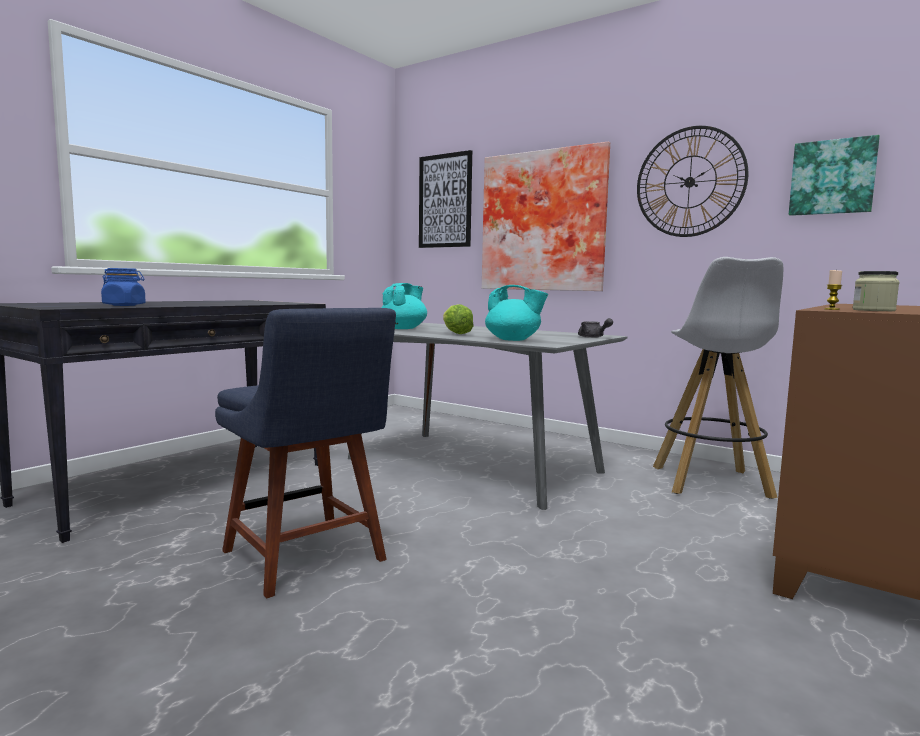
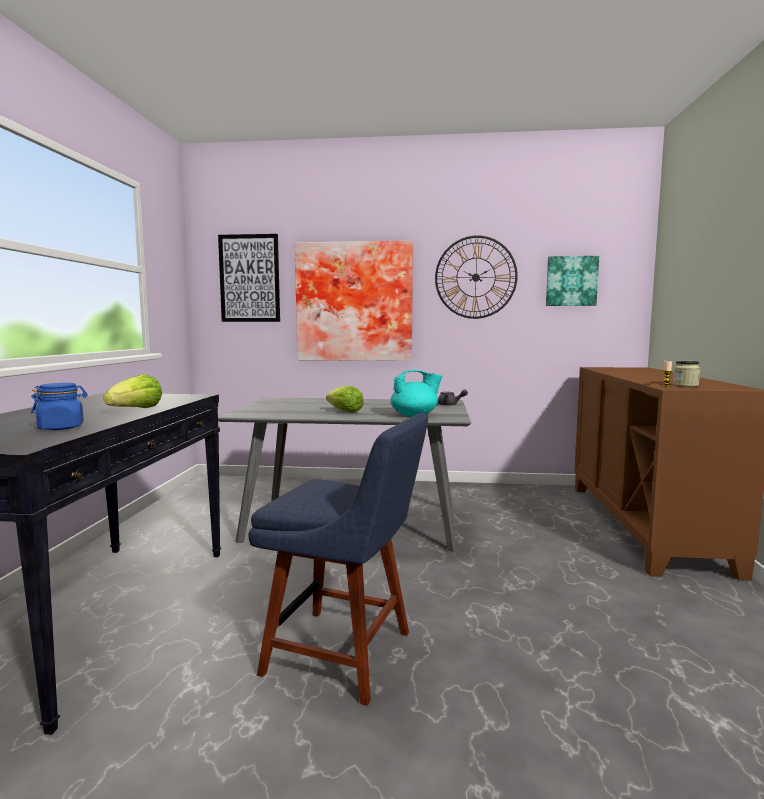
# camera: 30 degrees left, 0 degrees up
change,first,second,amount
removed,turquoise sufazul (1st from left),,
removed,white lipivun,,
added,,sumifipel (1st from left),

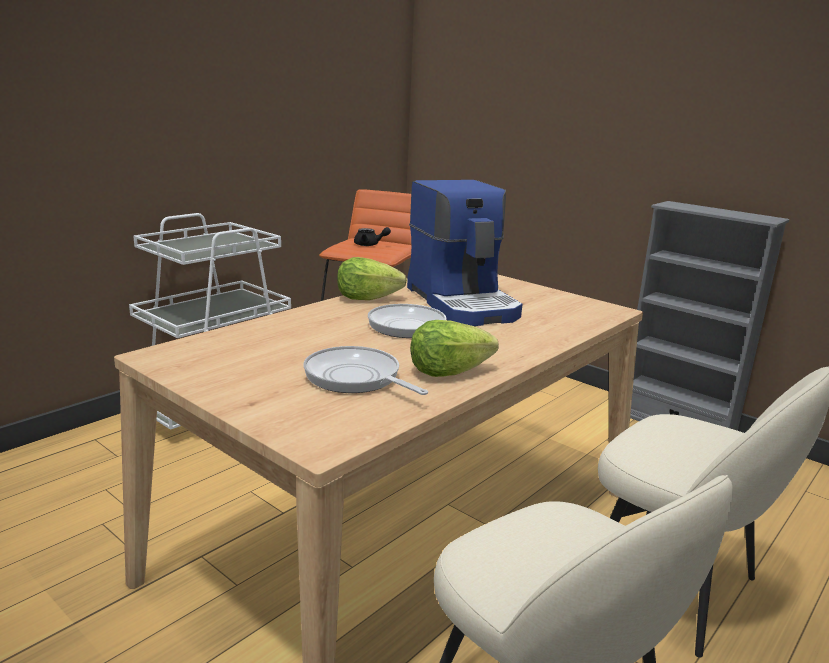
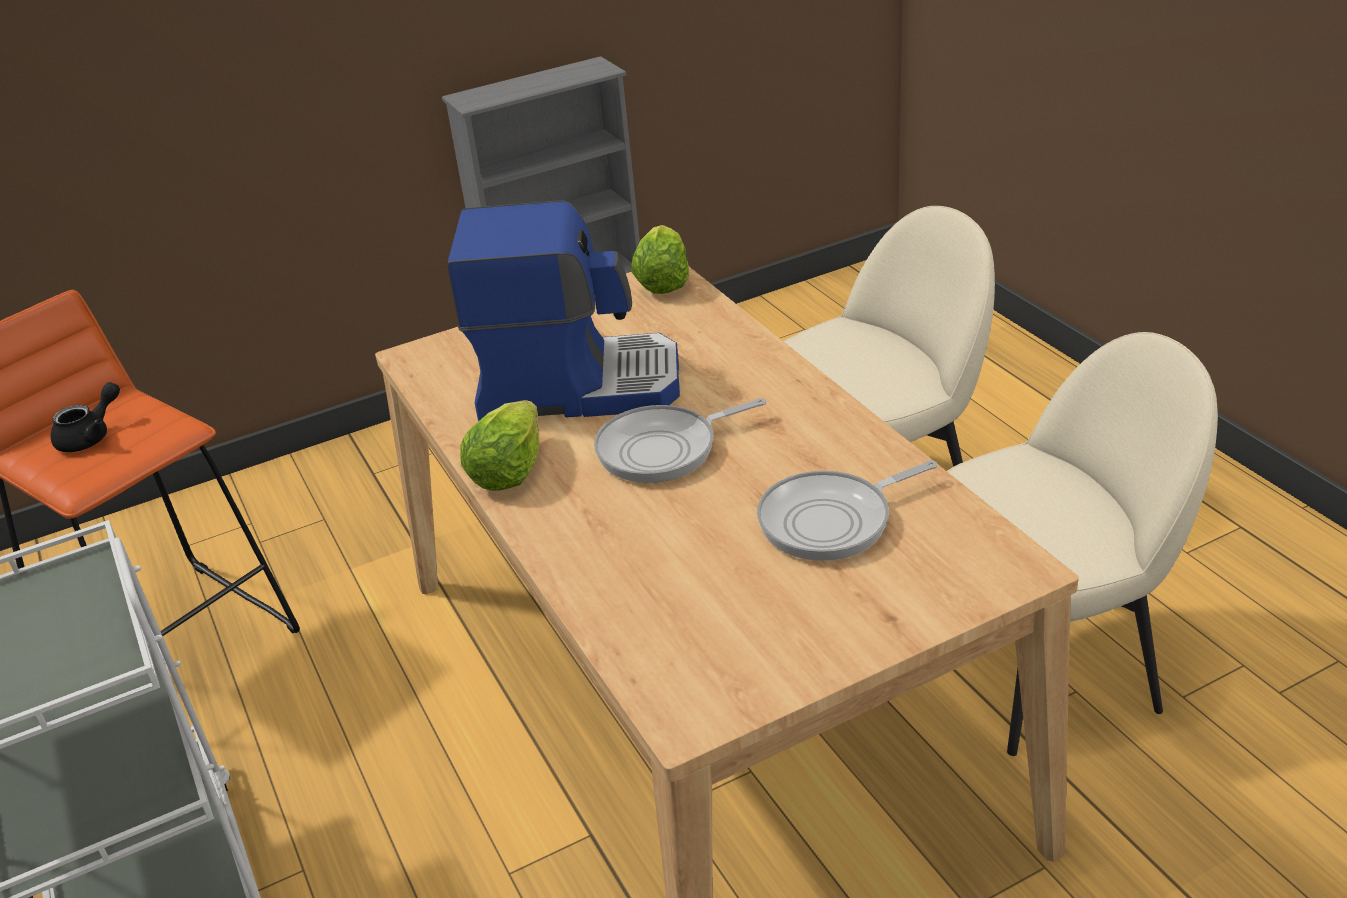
# camera: 65 degrees left, 15 degrees up
change,first,second,amount
moved,sumifipel (2nd from left),,

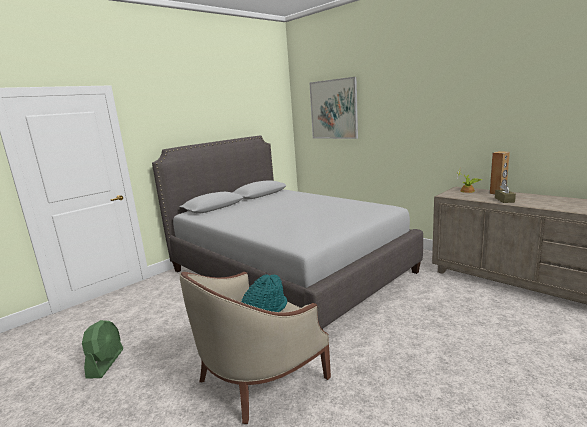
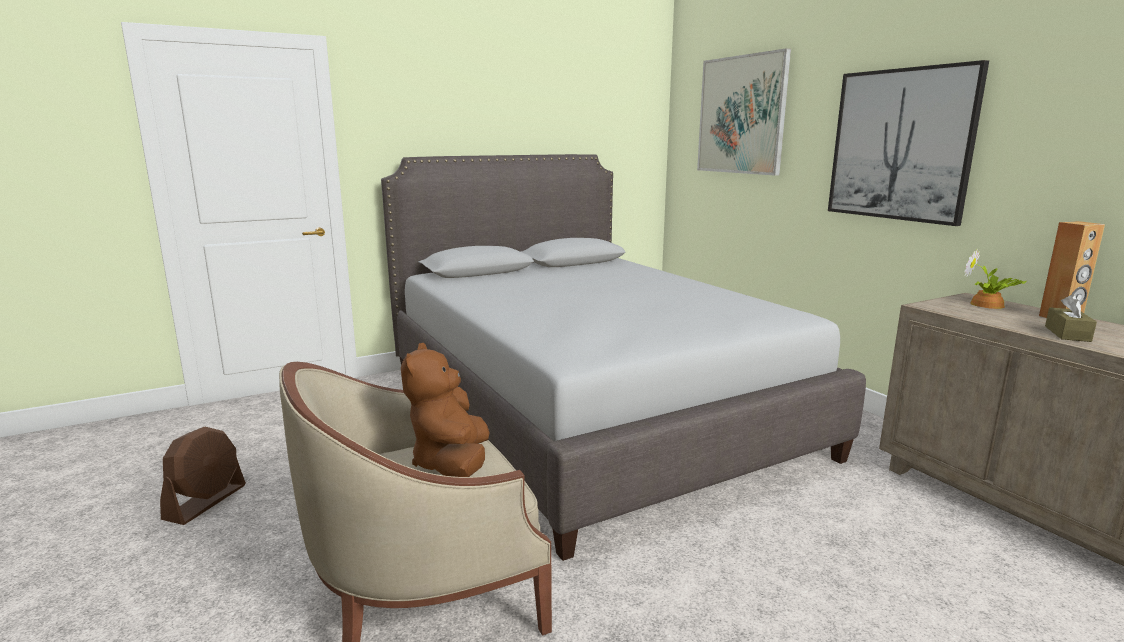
# camera: 15 degrees right, 0 degrees up
change,first,second,amount
added,,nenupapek (2nd from left),
replaced,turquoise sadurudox,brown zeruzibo,
recoloured,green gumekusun,brown gumekusun,

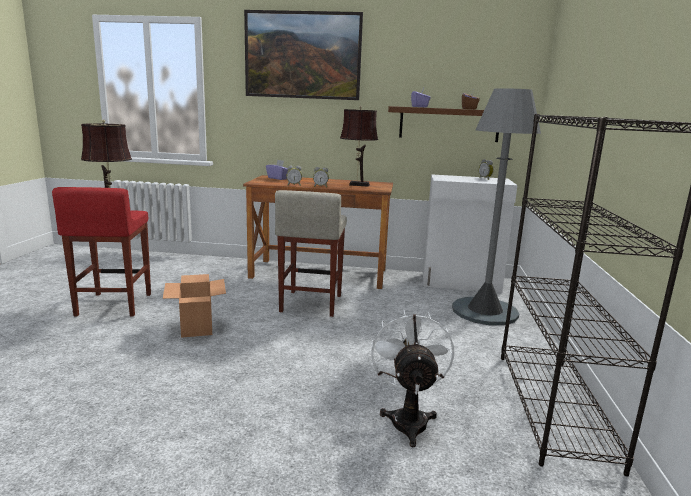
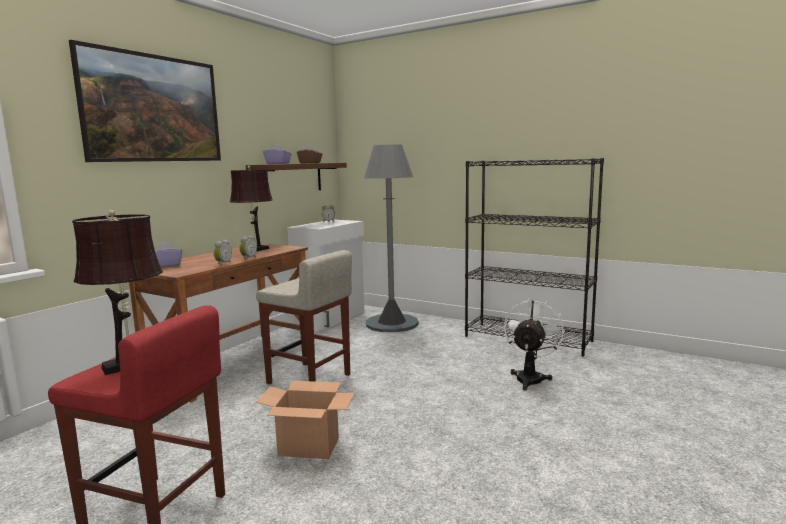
# camera: 65 degrees left, 5 degrees down
change,first,second,amount
turned,white gumekusun,,90 degrees clockwise

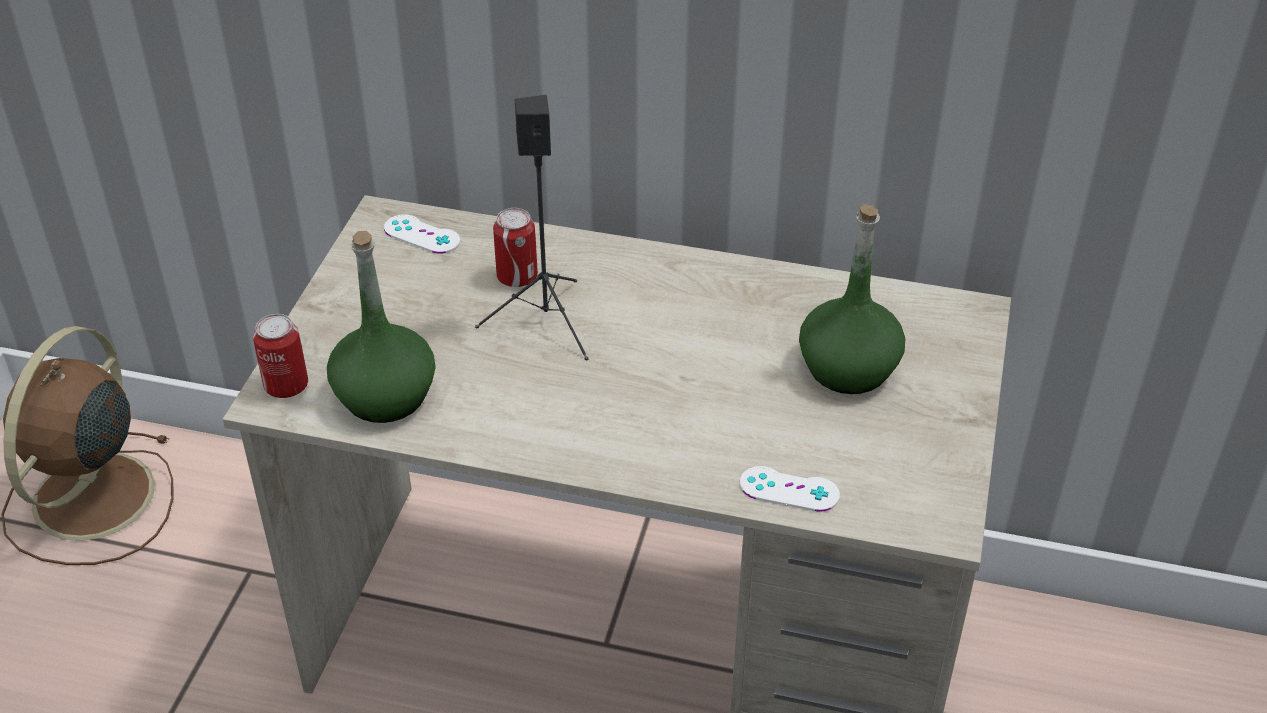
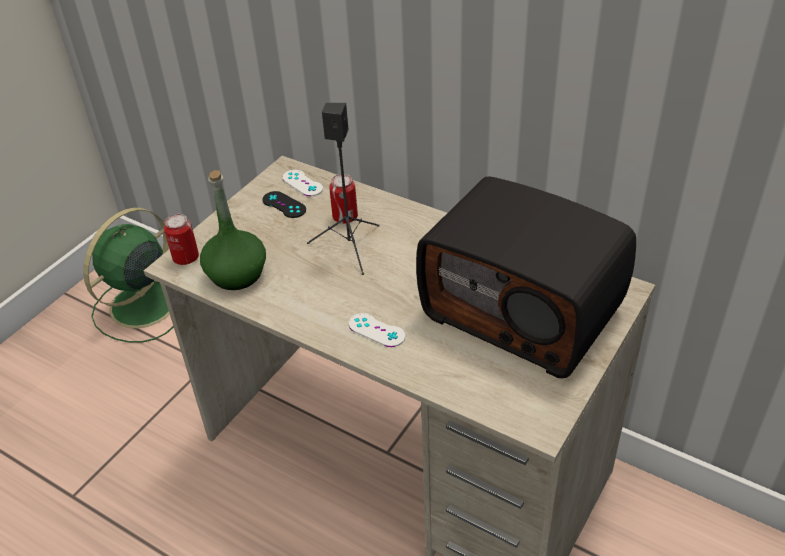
# camera: 20 degrees right, 0 degrees up
change,first,second,amount
added,,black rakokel,
moved,white rakokel (2nd from left),,
replaced,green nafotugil (2nd from left),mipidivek,
recoloured,brown gumekusun,green gumekusun,

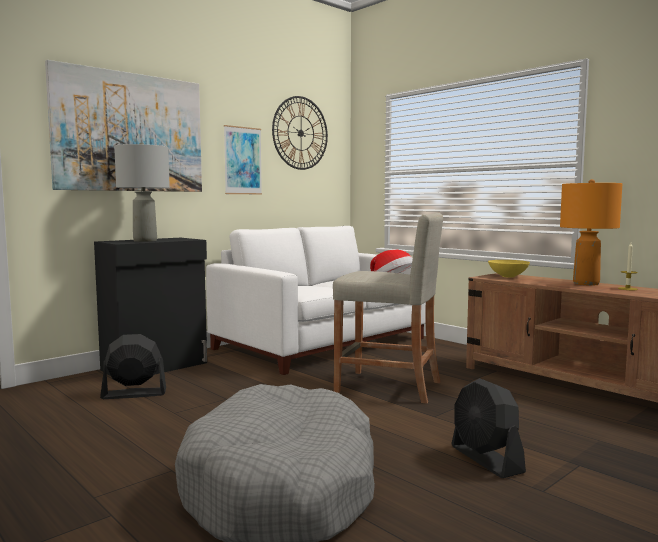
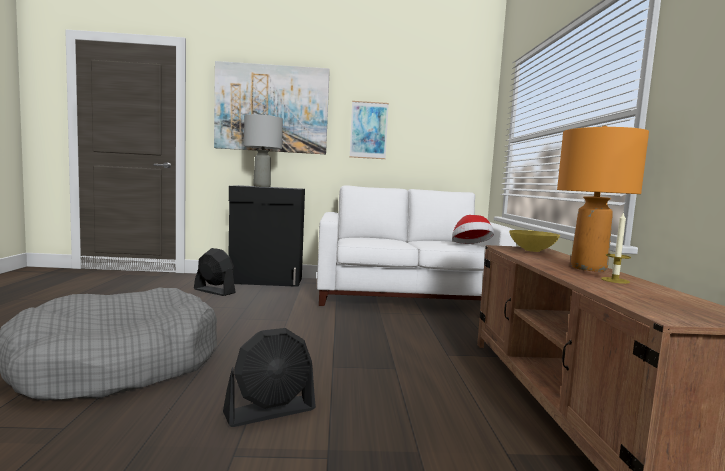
# camera: 40 degrees right, 0 degrees up
change,first,second,amount
removed,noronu,,
removed,beige lipivun,,
turned,black gumekusun (2nd from left),,135 degrees counterclockwise

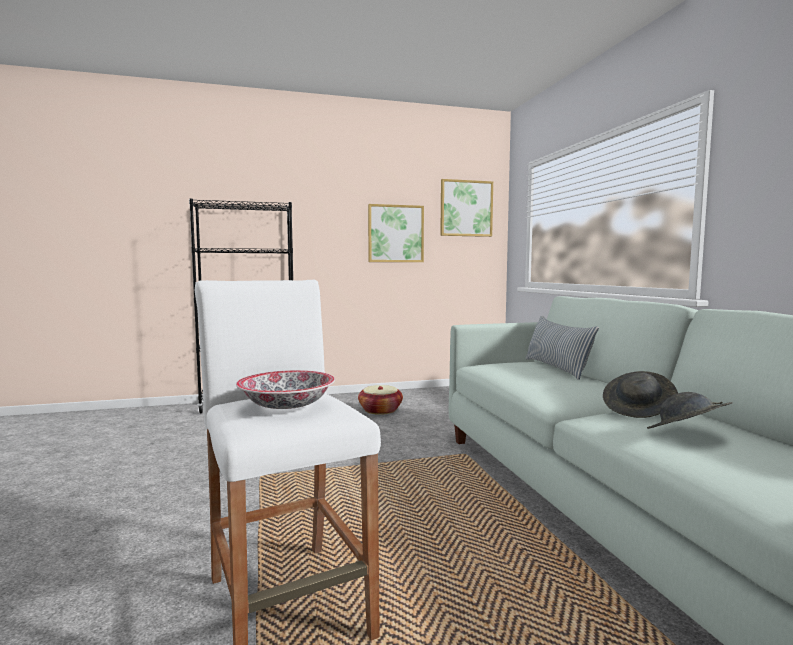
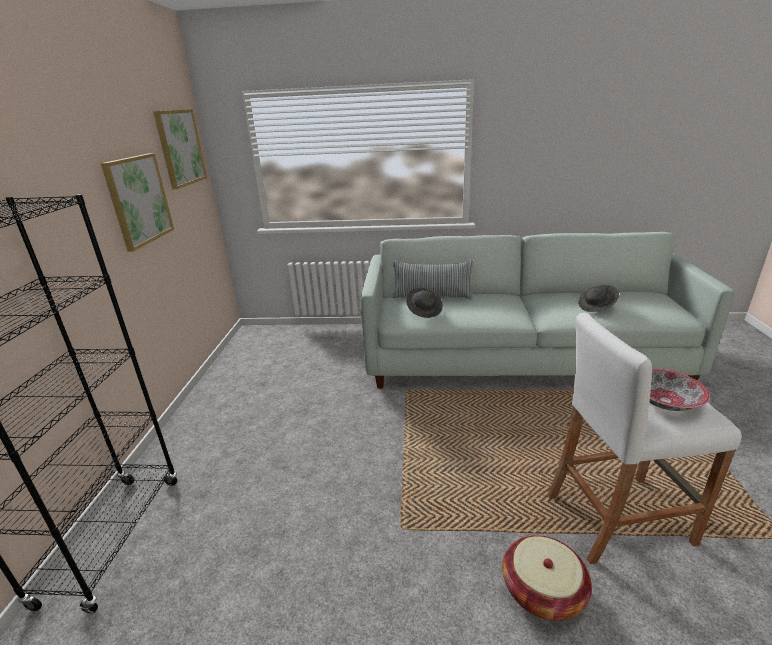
# camera: 70 degrees left, 20 degrees up
change,first,second,amount
moved,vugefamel,,
moved,grey sadurudox (1st from left),,

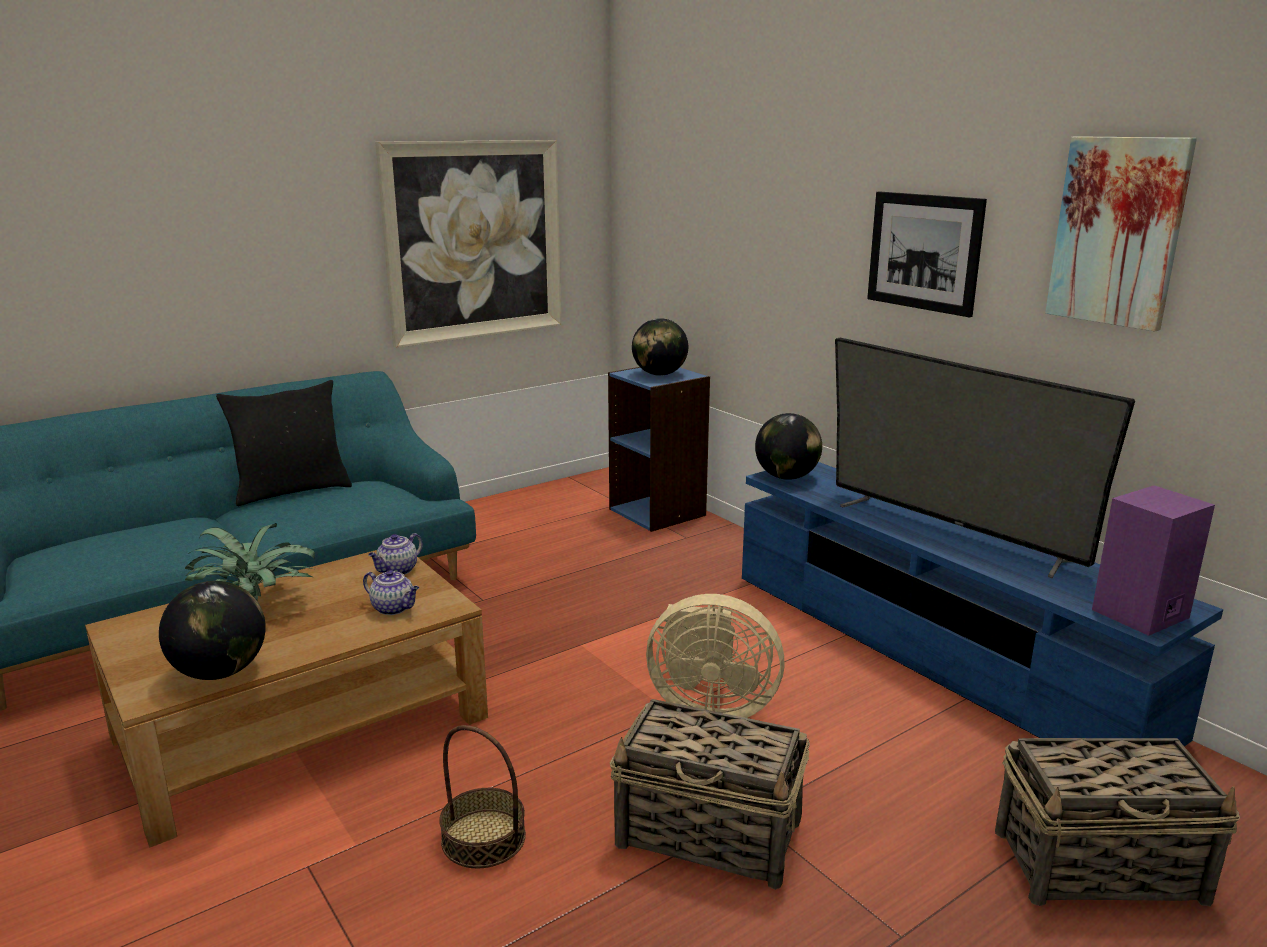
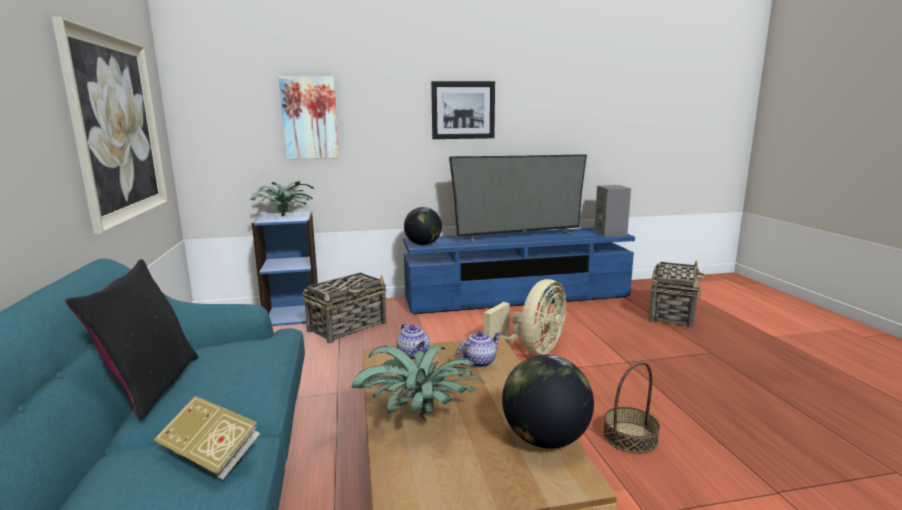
# camera: 65 degrees left, 5 degrees down
change,first,second,amount
added,,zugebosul,
moved,vugefamel (2nd from left in the first image),vugefamel (1st from left),
moved,nenupapek (3rd from left in the first image),nenupapek (2nd from left),
replaced,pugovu (2nd from left),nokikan (1st from left),
recoloured,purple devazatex,grey devazatex,

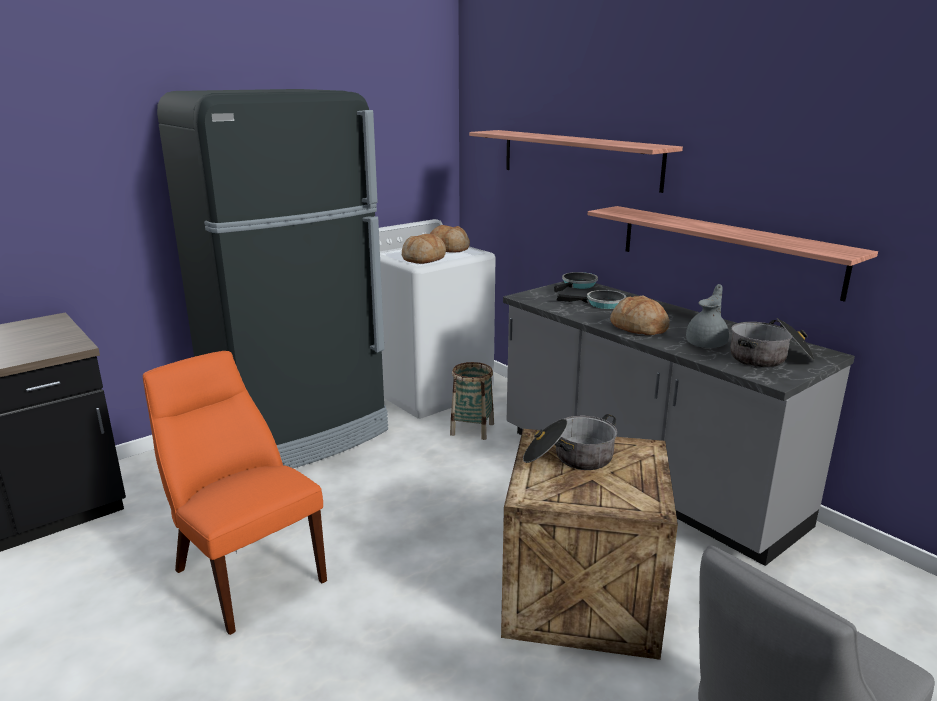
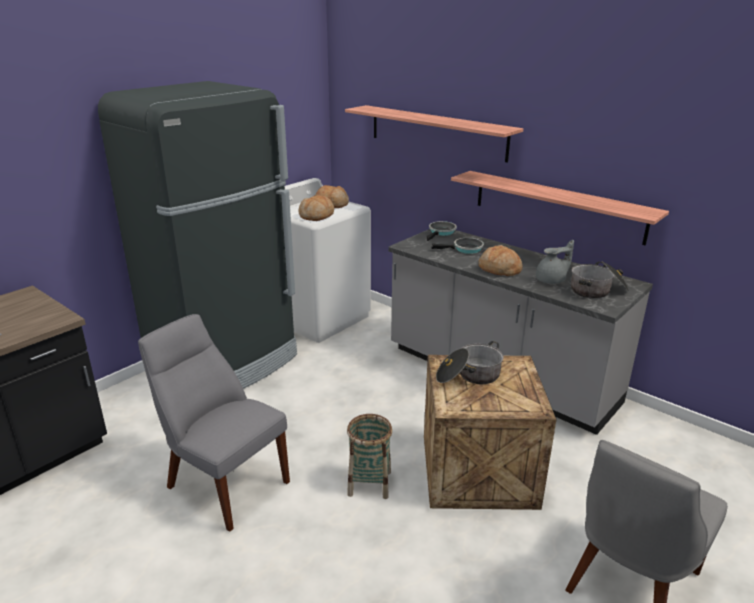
# camera: 10 degrees left, 5 degrees up
change,first,second,amount
moved,vugefamel,,
recoloured,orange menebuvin,grey menebuvin (1st from left),
turned,grey sufazul,,45 degrees clockwise

